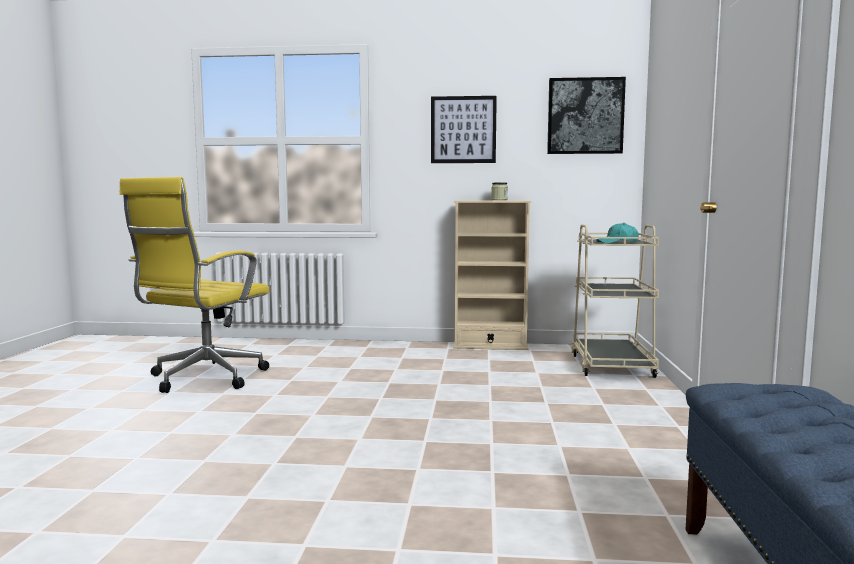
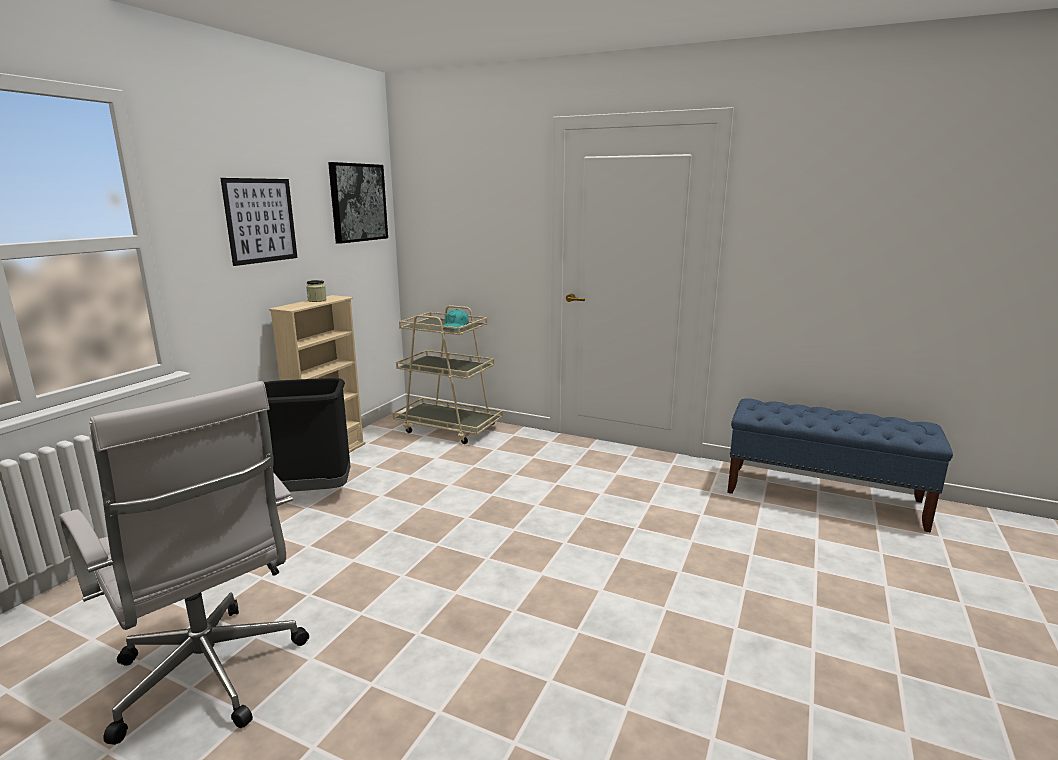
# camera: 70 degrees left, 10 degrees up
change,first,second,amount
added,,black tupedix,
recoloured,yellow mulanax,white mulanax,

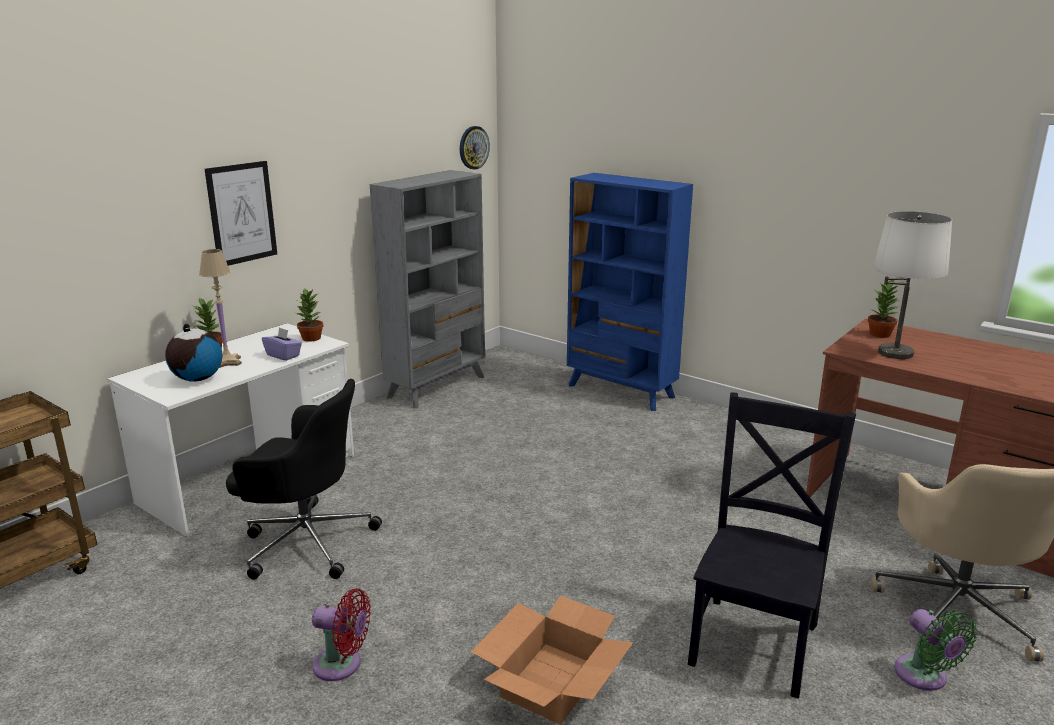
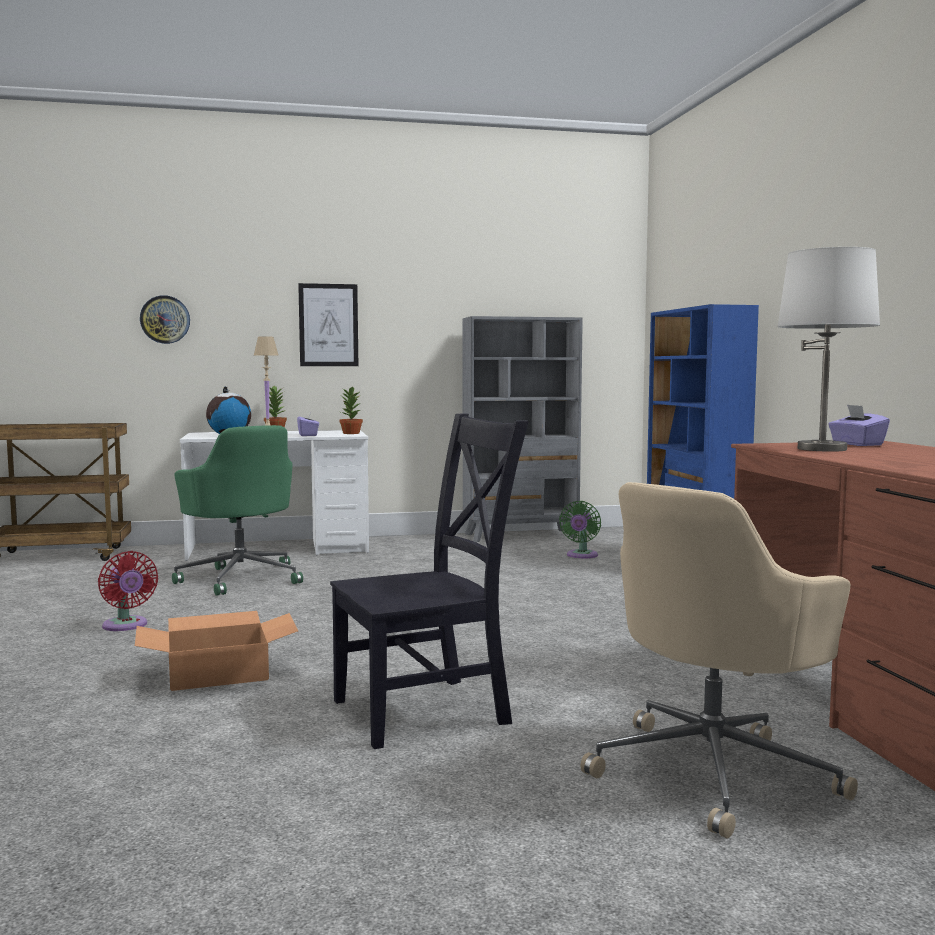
# camera: 40 degrees right, 15 degrees down
change,first,second,amount
moved,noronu,,
moved,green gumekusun,,
replaced,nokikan (3rd from left),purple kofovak (2nd from left),
recoloured,black mulanax,green mulanax,

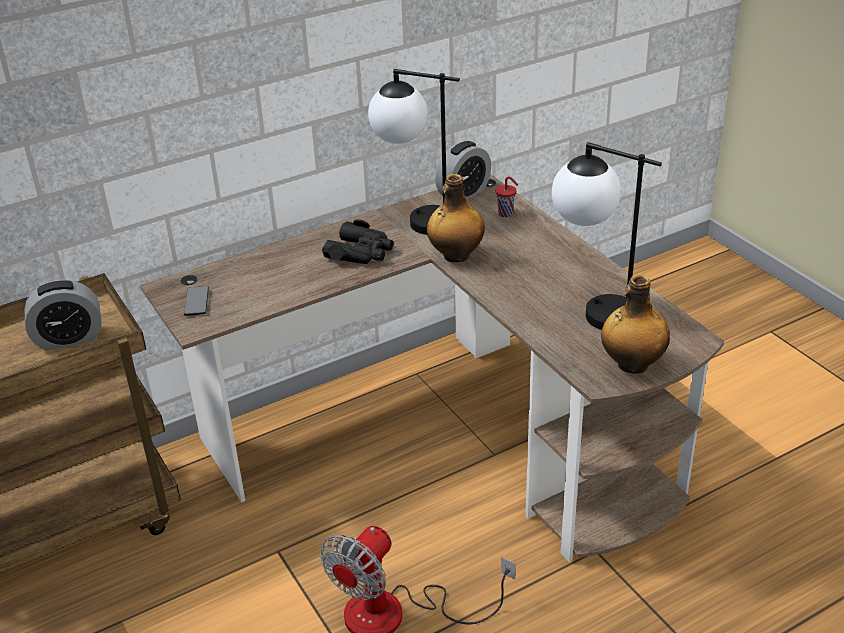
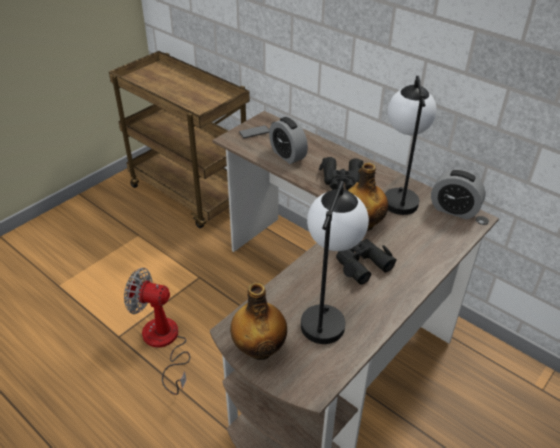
# camera: 70 degrees right, 5 degrees up
change,first,second,amount
removed,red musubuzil,,
added,,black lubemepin (2nd from left),
moved,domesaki (1st from left),,

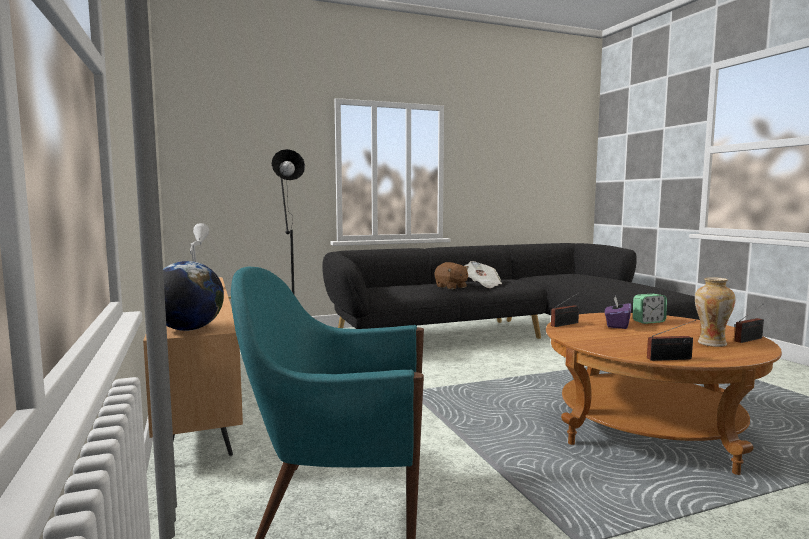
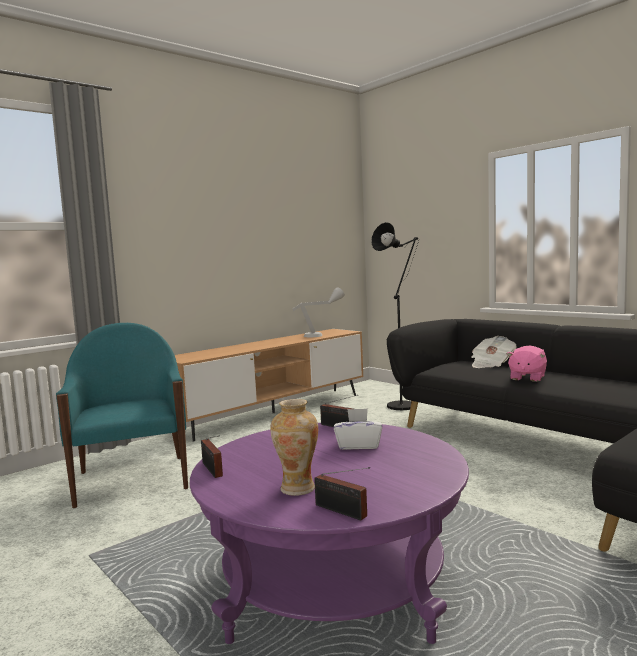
# camera: 70 degrees right, 0 degrees up
change,first,second,amount
removed,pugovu,,
removed,domesaki,,
moved,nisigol,,
recoloured,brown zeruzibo,pink zeruzibo,
recoloured,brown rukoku,purple rukoku,
recoloured,purple kofovak,white kofovak,

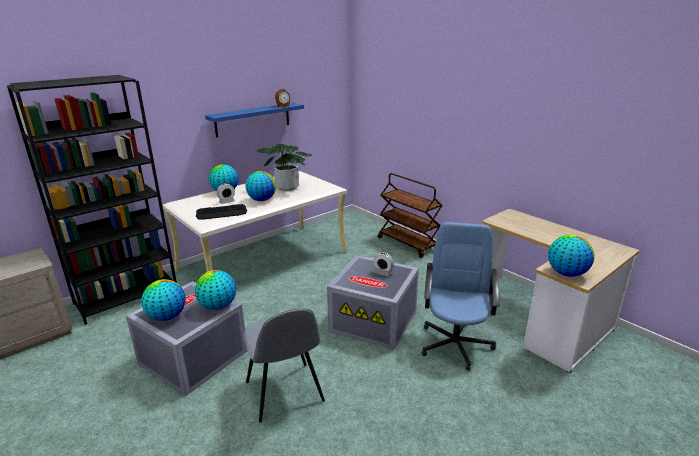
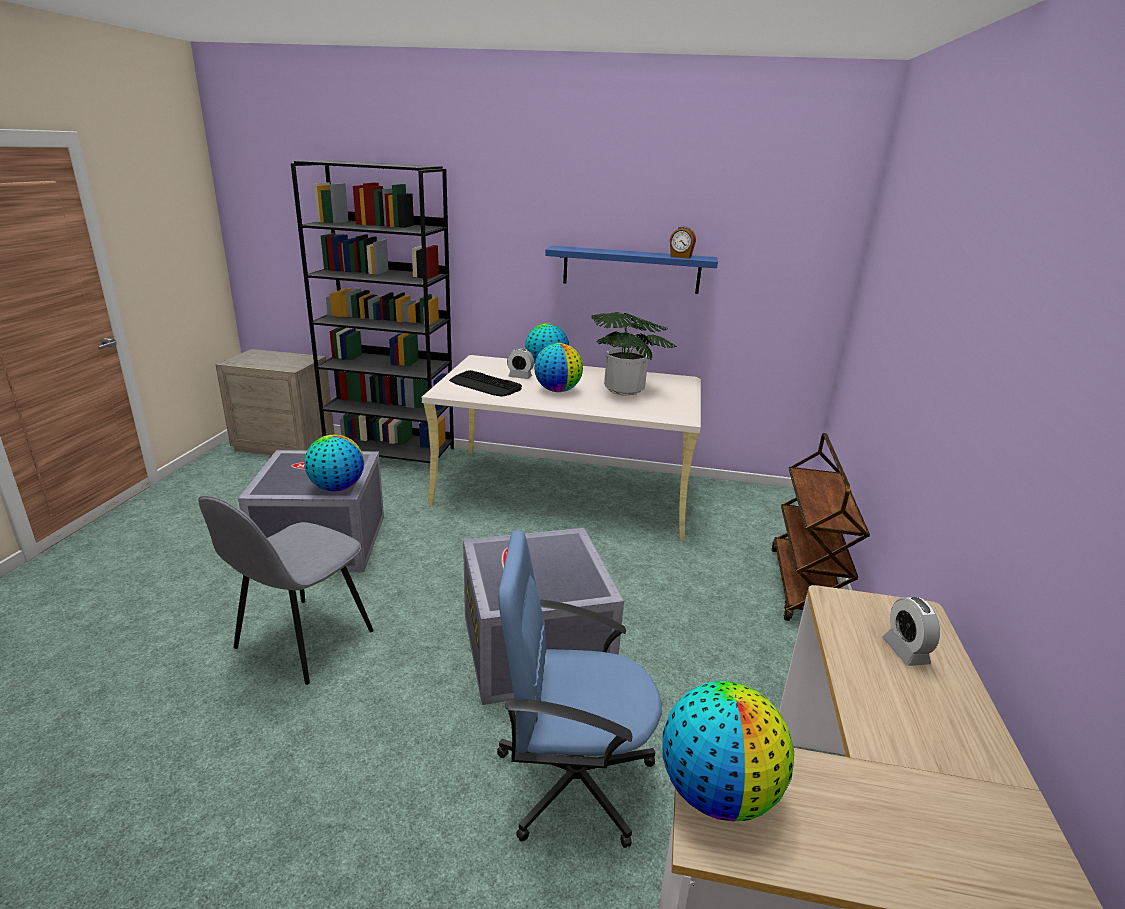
# camera: 50 degrees right, 0 degrees up
change,first,second,amount
removed,pugovu (1st from left),,
moved,domesaki (3rd from left),,
turned,blue mulanax,,150 degrees counterclockwise

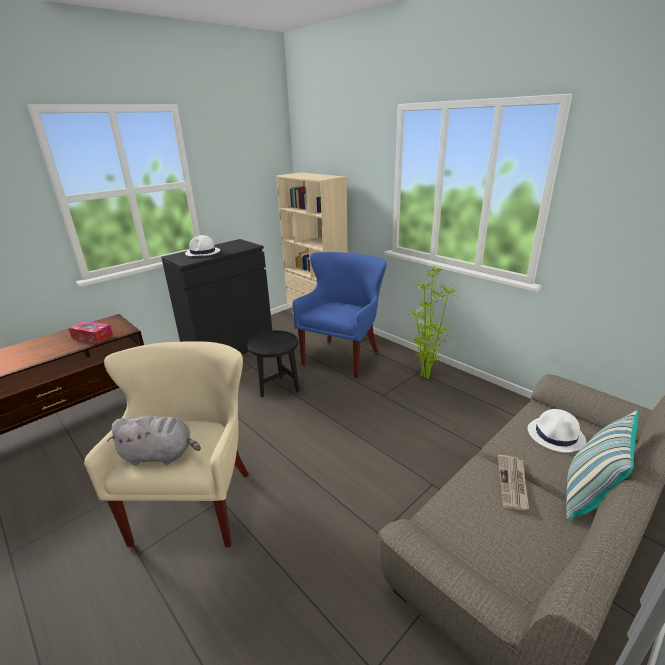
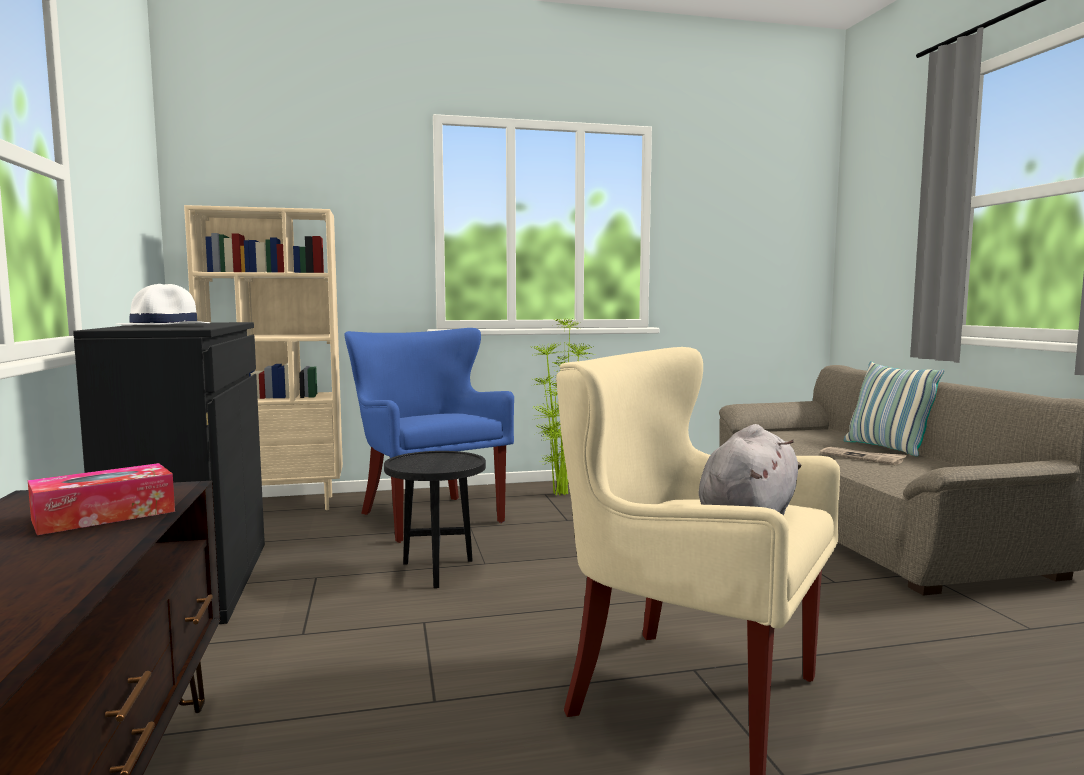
# camera: 60 degrees left, 20 degrees down
change,first,second,amount
removed,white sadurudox (2nd from left),,

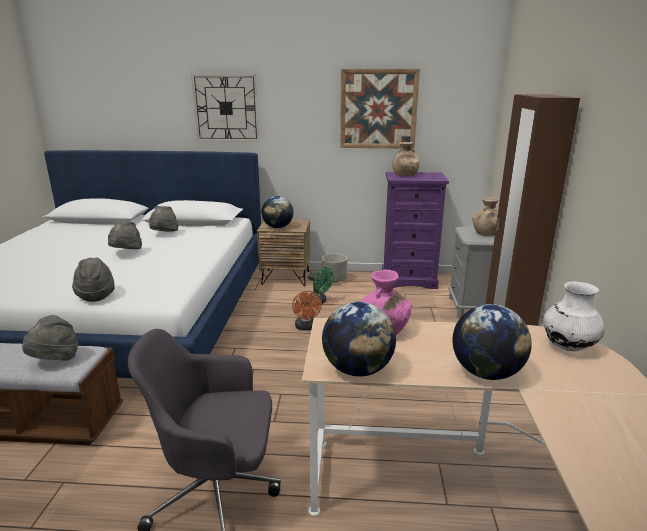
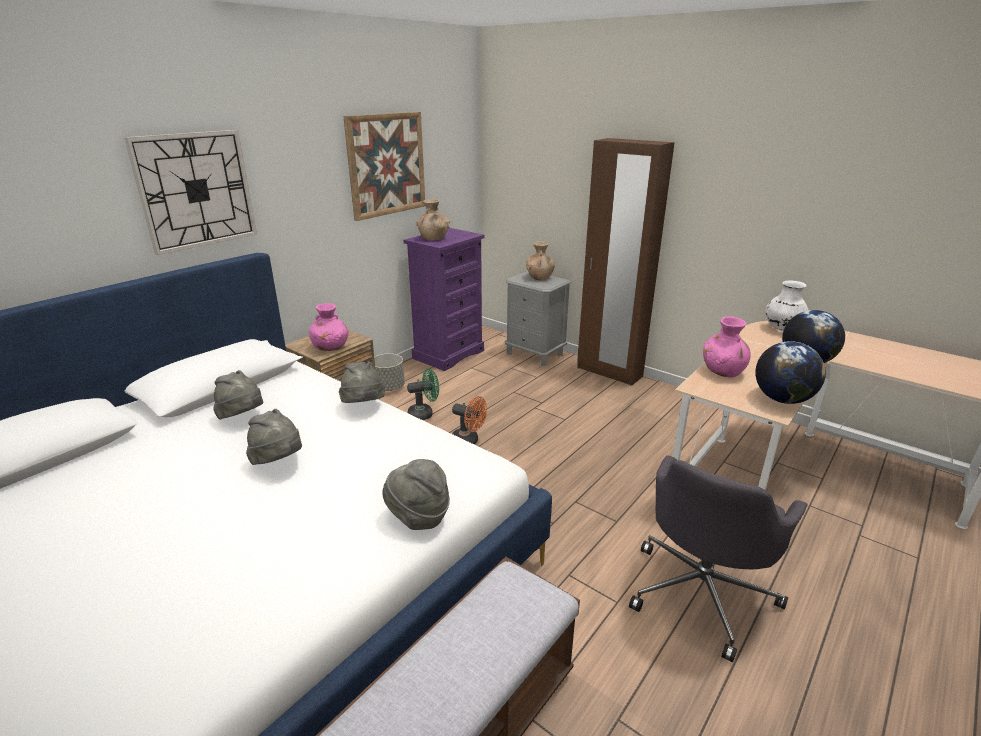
# camera: 55 degrees left, 5 degrees up
change,first,second,amount
moved,grey sadurudox (1st from left in the first image),grey sadurudox (3rd from left),
replaced,pugovu (1st from left),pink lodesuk (1st from left),

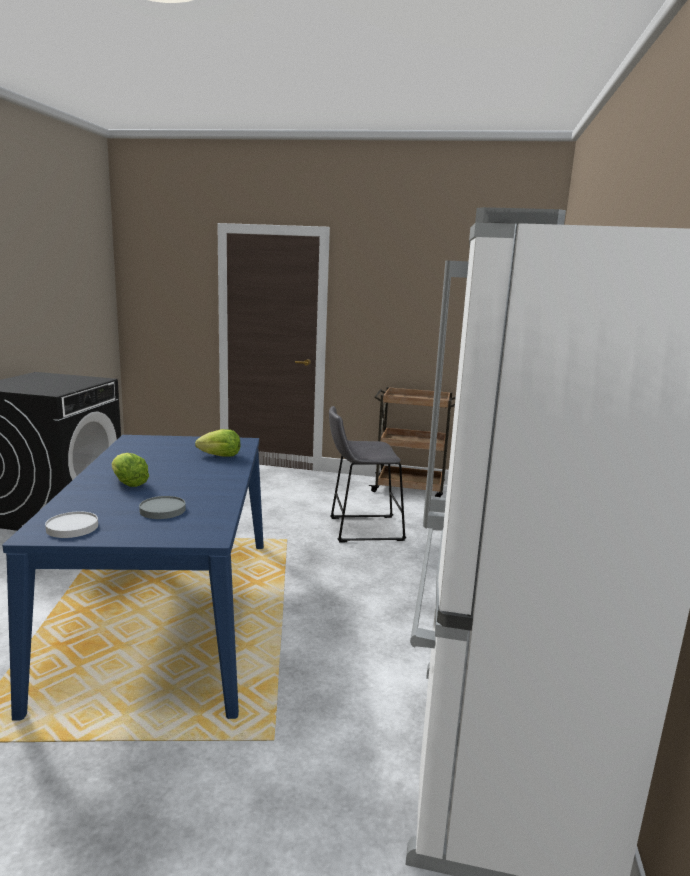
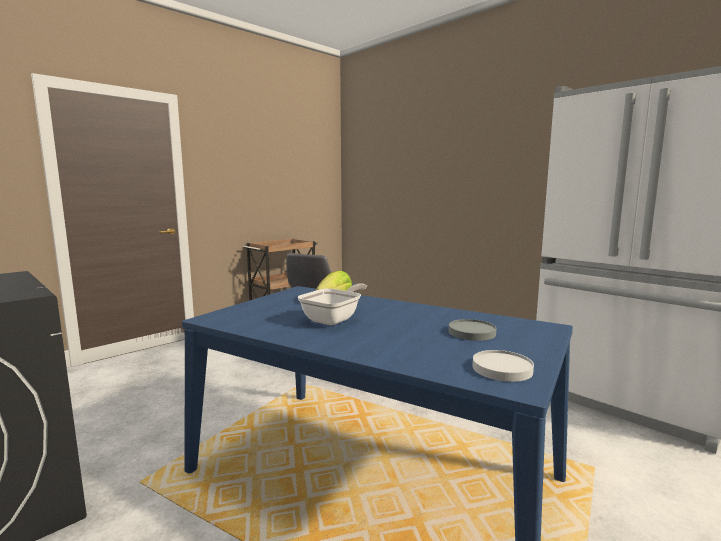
# camera: 55 degrees left, 5 degrees down
change,first,second,amount
removed,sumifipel (1st from left),,
added,,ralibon,

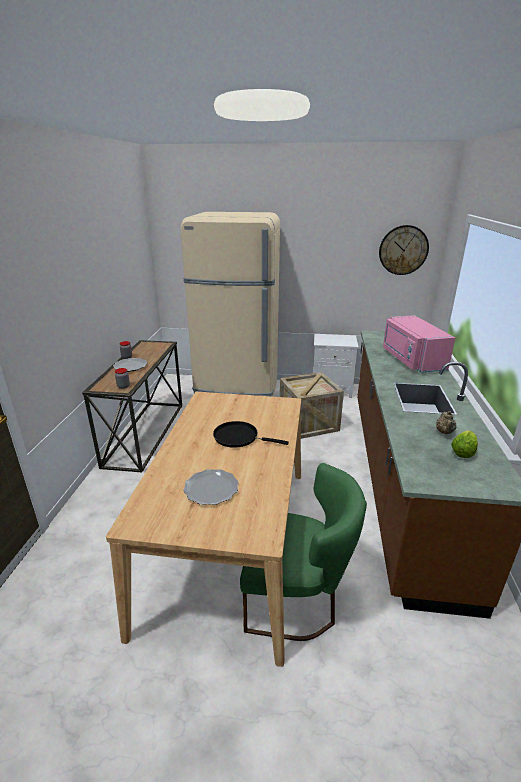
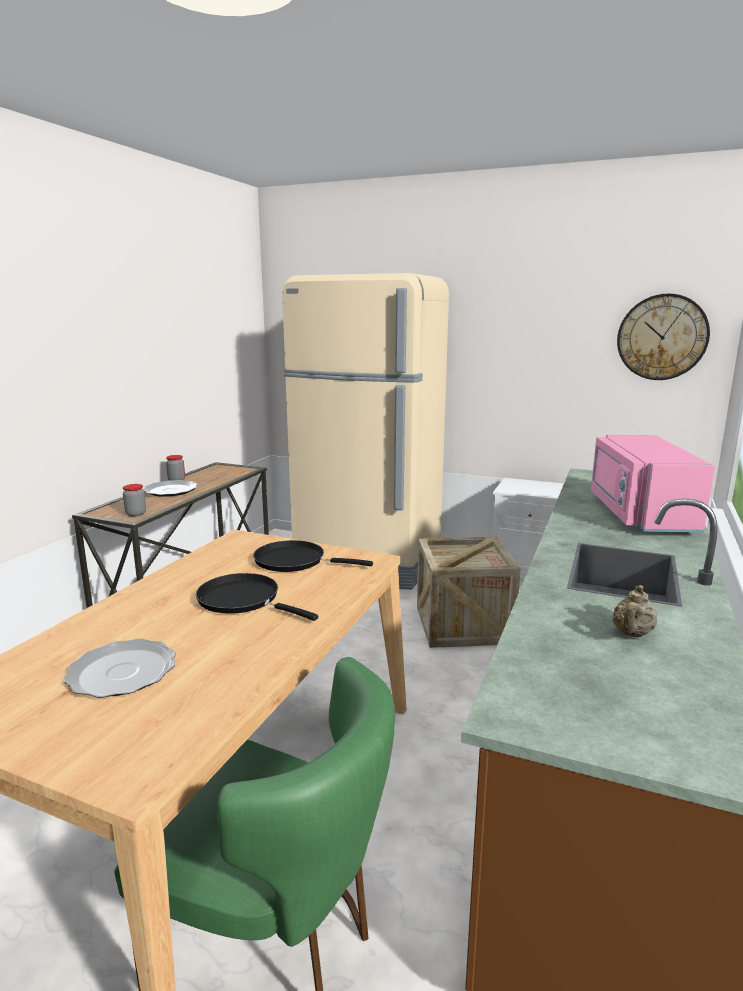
# camera: 15 degrees right, 10 degrees down
change,first,second,amount
removed,sumifipel,,
added,,black ralibon (2nd from left),

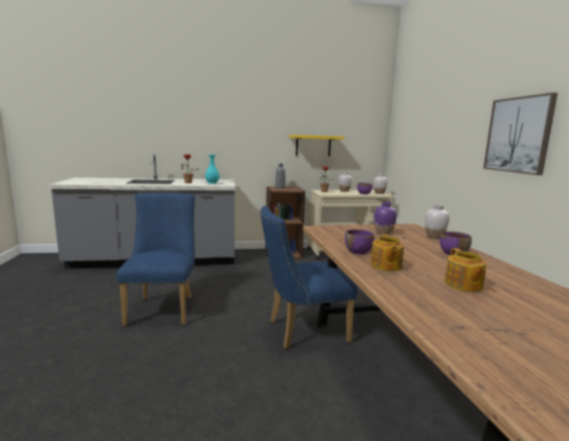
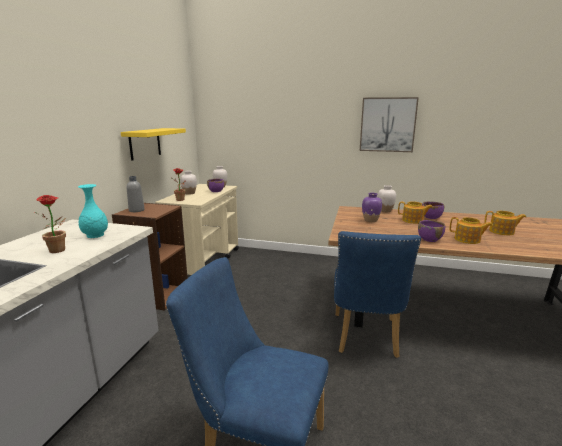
# camera: 65 degrees left, 5 degrees up
change,first,second,amount
added,,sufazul (1st from left),

